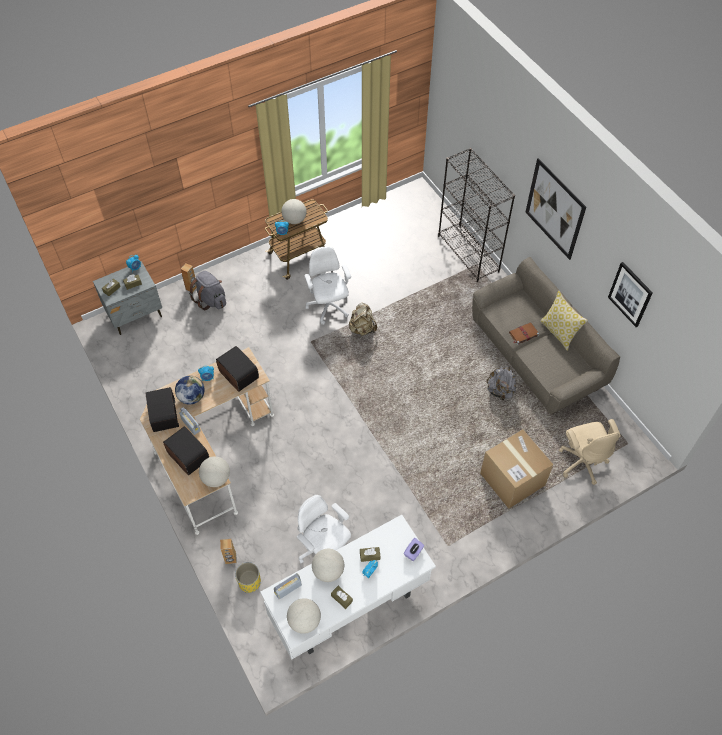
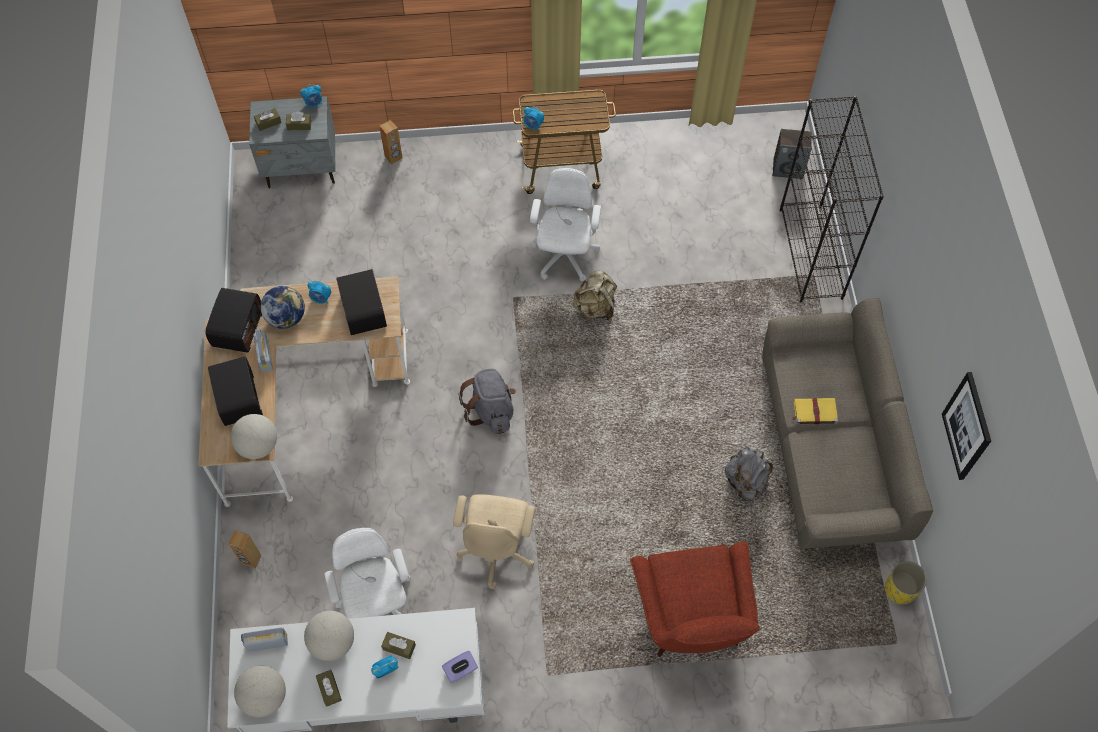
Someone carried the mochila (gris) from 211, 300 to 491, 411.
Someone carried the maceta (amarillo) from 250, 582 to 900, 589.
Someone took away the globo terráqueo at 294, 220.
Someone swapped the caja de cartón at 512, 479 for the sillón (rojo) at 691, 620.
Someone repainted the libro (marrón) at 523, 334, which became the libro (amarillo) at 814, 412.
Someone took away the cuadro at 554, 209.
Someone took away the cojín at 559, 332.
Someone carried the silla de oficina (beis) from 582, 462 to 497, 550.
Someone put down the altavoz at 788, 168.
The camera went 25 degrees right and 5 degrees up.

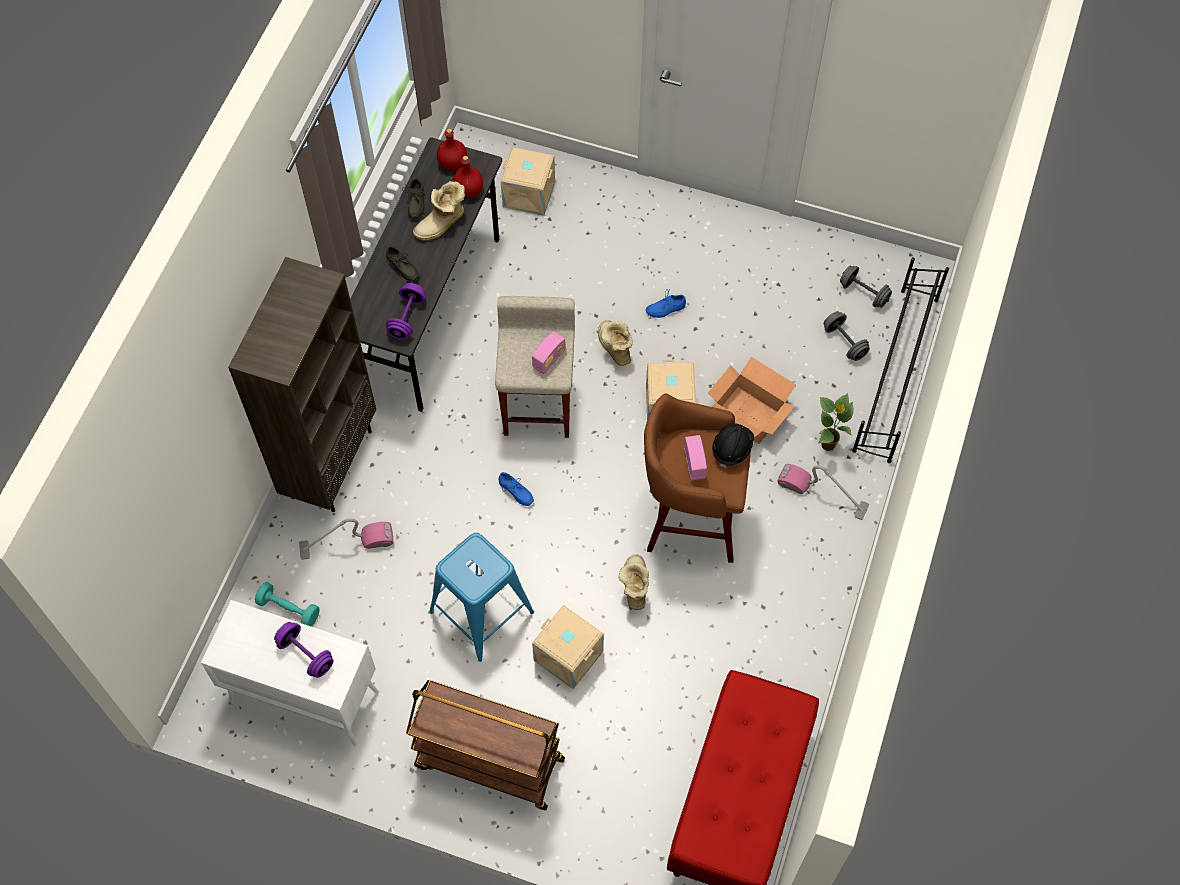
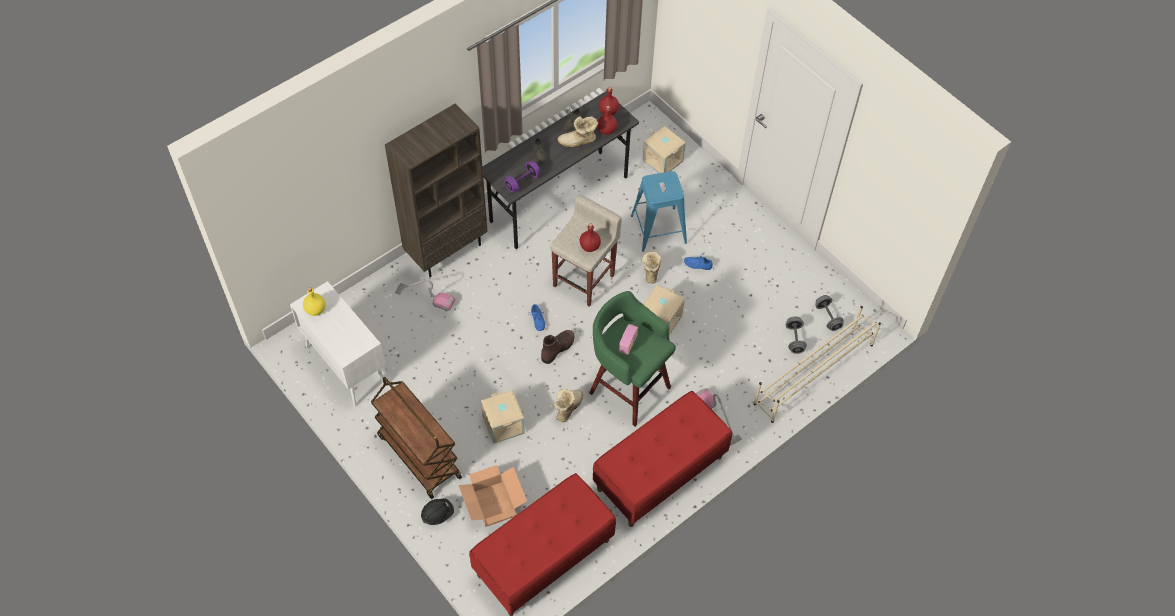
Someone took away the mancuerna (turquesa) at 289, 609.
Someone took away the mancuerna (morado) at 306, 655.
Someone carried the taburete (azul) from 482, 612 to 659, 229.
Someone swapped the radio at 549, 359 for the botella (rojo) at 590, 246.
Someone repainted the taburete (marrón) at 690, 518, which became the taburete (verde) at 628, 388.
Someone carried the caja de cartón from 748, 416 to 493, 505.
Someone carried the casco (negro) from 732, 449 to 437, 514.
Someone took away the planta en maceta at 828, 445.
Someone repainted the zapatero (negro) at 895, 374, which became the zapatero (beis) at 813, 374.
Someone put down the botella (amarillo) at 315, 309.
Someone put down the bota (marrón) at 557, 348.
Someone put down the banco (rojo) at 660, 473.
The camera went 30 degrees right and 5 degrees down.

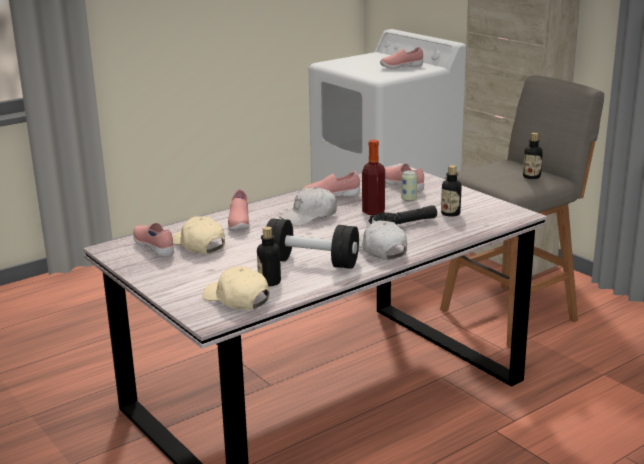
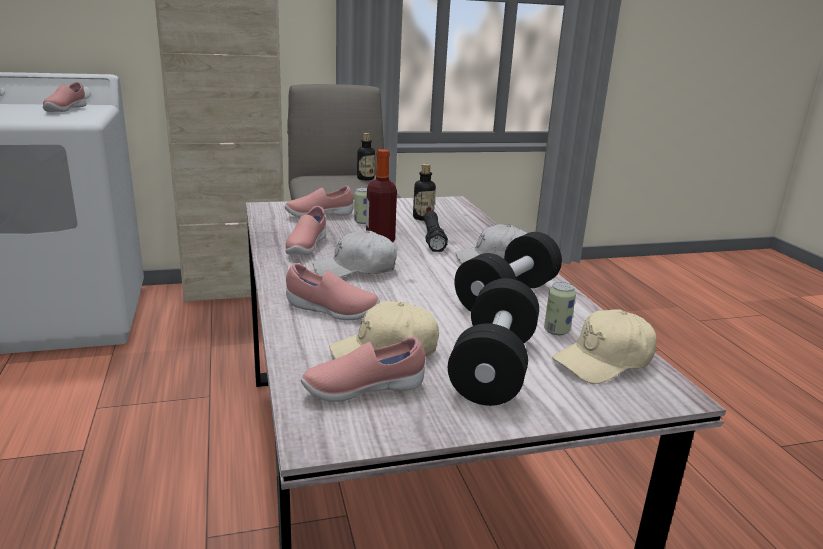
Someone swapped the botella at 269, 282 for the lata at 556, 331.
Someone rotated the gorra (blanco) at 309, 216 by 90 degrees clockwise.
Someone put down the mancuerna (negro) at 494, 367.
The camera went 70 degrees left and 0 degrees up.

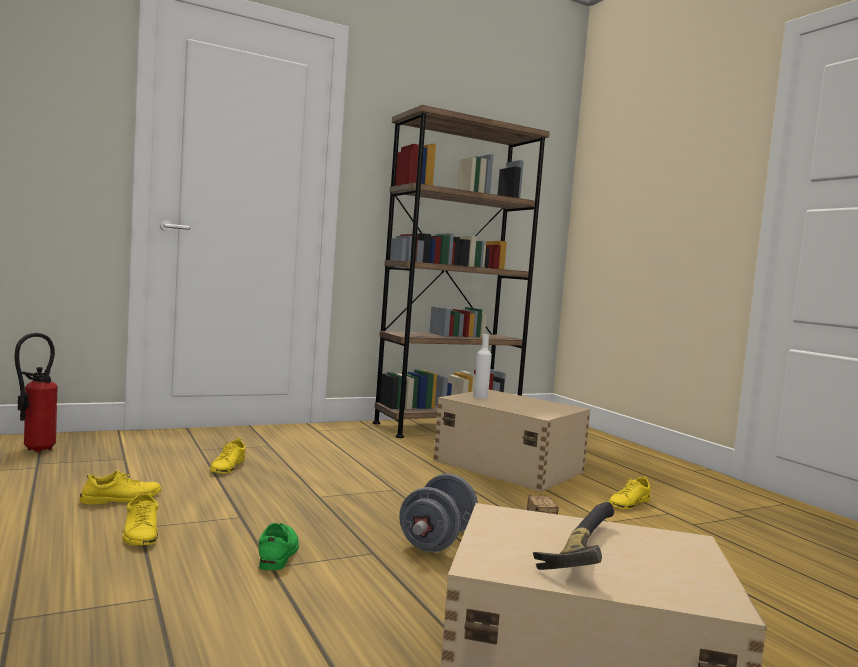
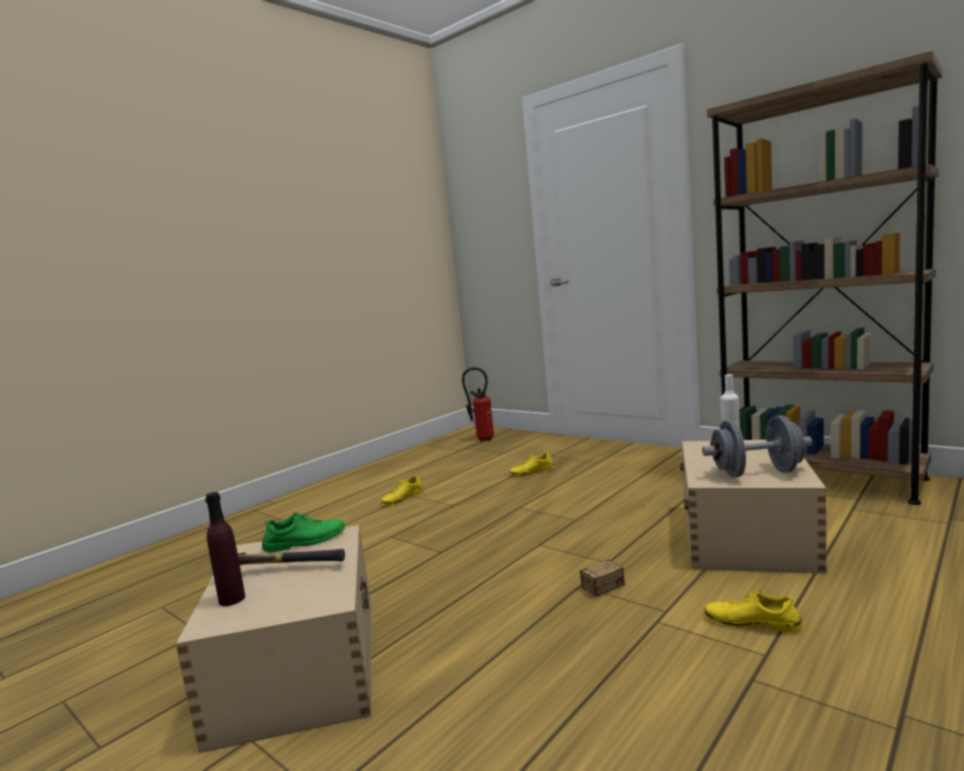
Someone took away the zapato (amarillo) at 121, 498.
Someone carried the zapato (verde) from 278, 553 to 305, 541.
Someone carried the mancuerna (gris) from 437, 540 to 757, 473.
Someone put down the botella (morado) at 232, 599.
The camera went 70 degrees right and 5 degrees up.

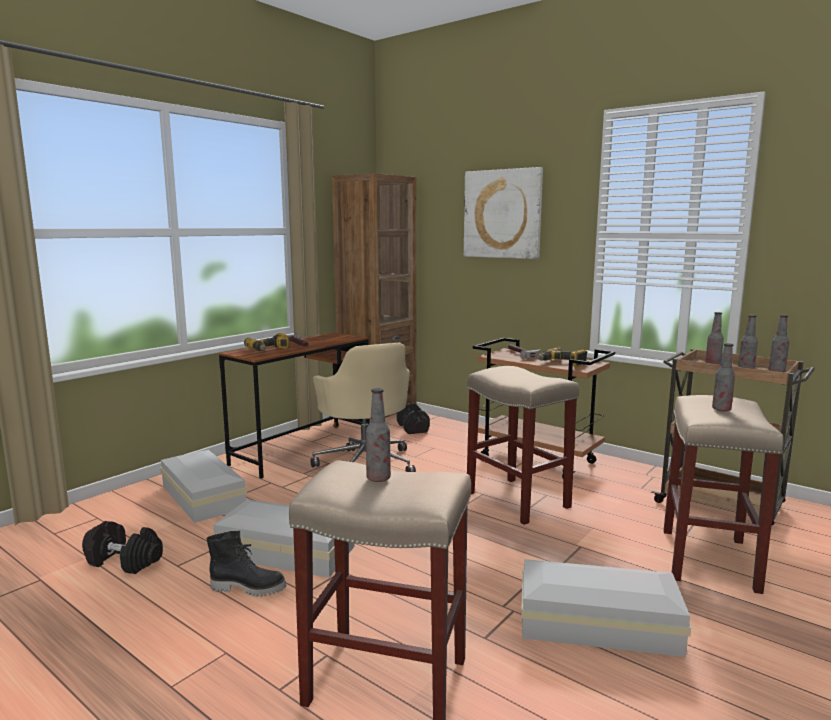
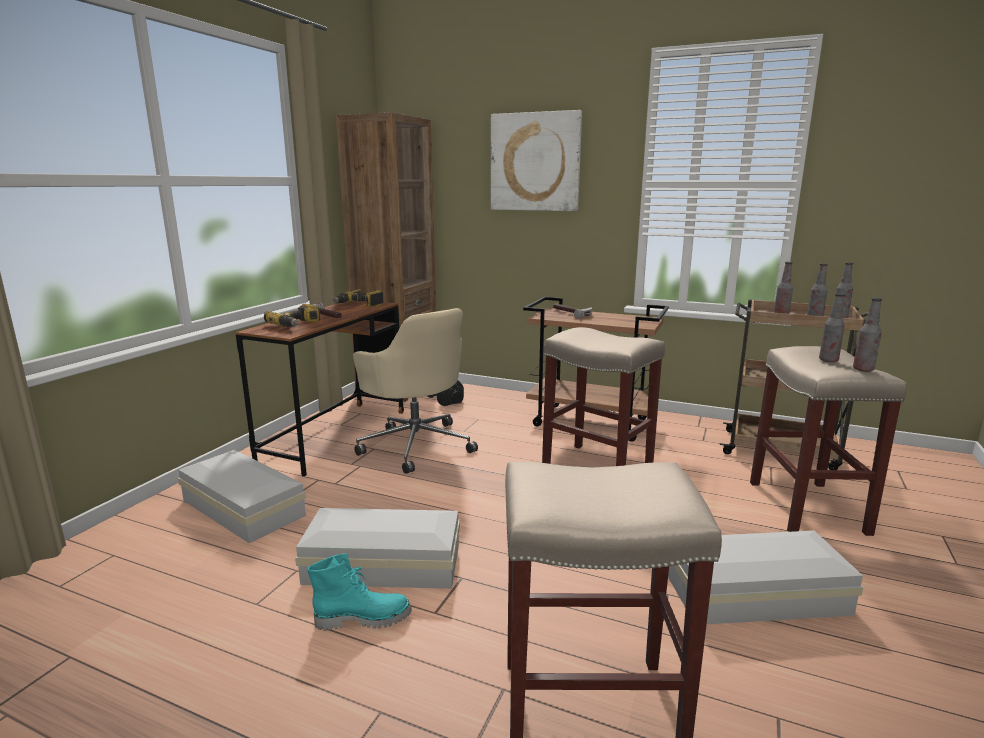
Someone took away the mancuerna (negro) at 124, 561.
Someone repainted the bota (negro) at 249, 588, which became the bota (turquesa) at 363, 618.
Someone carried the botella from 378, 478 to 863, 369.
Someone carried the taladro from 561, 363 to 359, 305.
The camera went 15 degrees left and 5 degrees up.

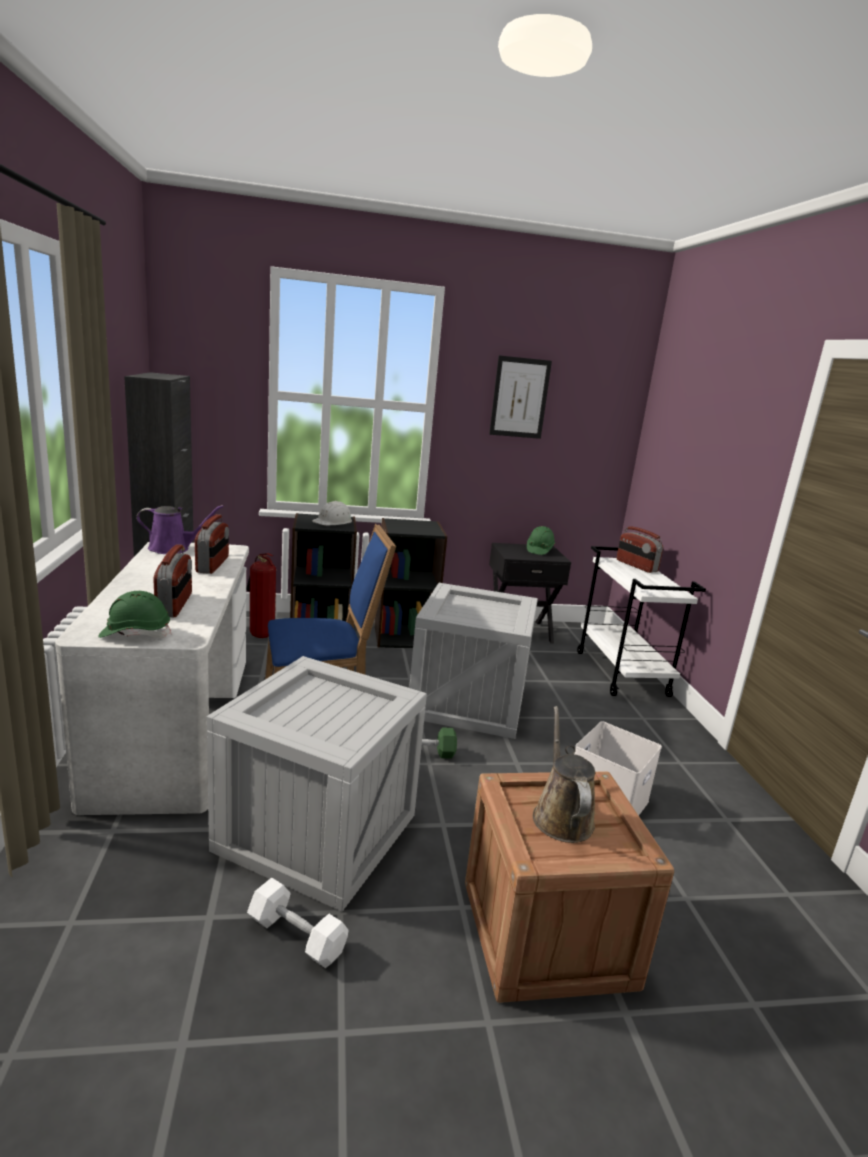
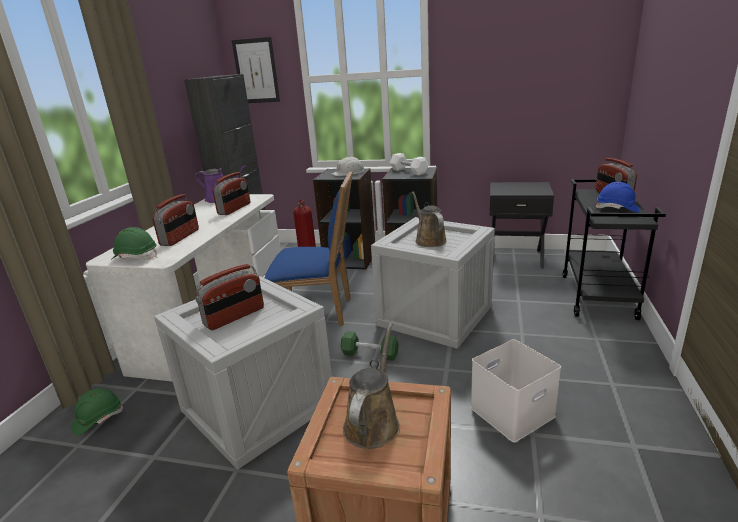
Someone carried the mancuerna (blanco) from 296, 936 to 409, 171.
Someone carried the cuadro from 519, 397 to 256, 71.
Someone carried the casco (verde) from 539, 550 to 98, 419.
Someone repainted the carrito (blanco) at 622, 674, which became the carrito (negro) at 598, 297.
Someone put down the radio at 235, 317.
Someone put down the regadera (marrón) at 429, 240.
Someone put down the casco (azul) at 617, 209.
The camera went 25 degrees right and 5 degrees up.

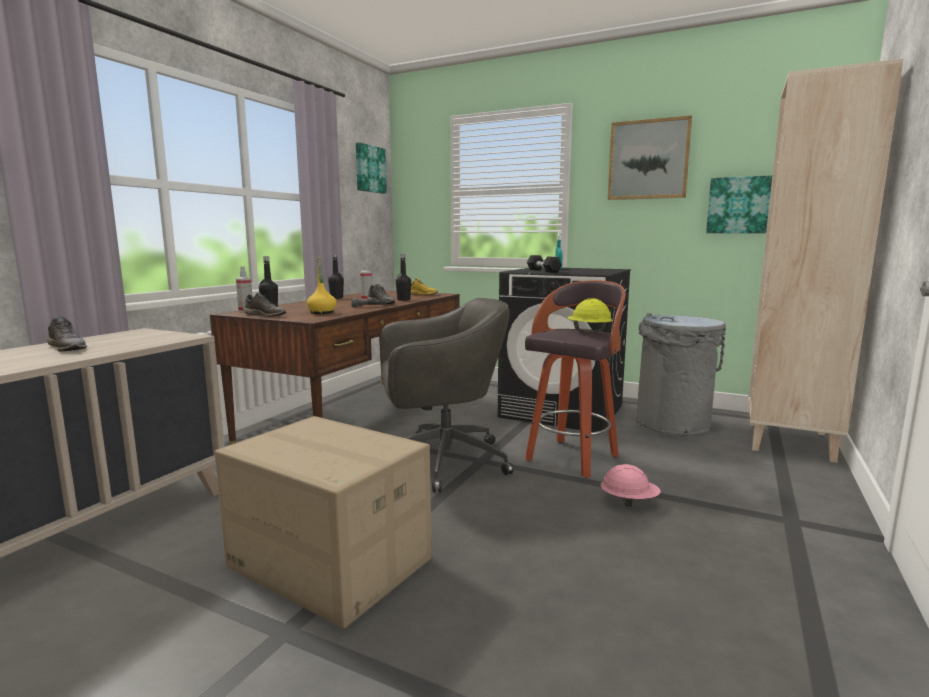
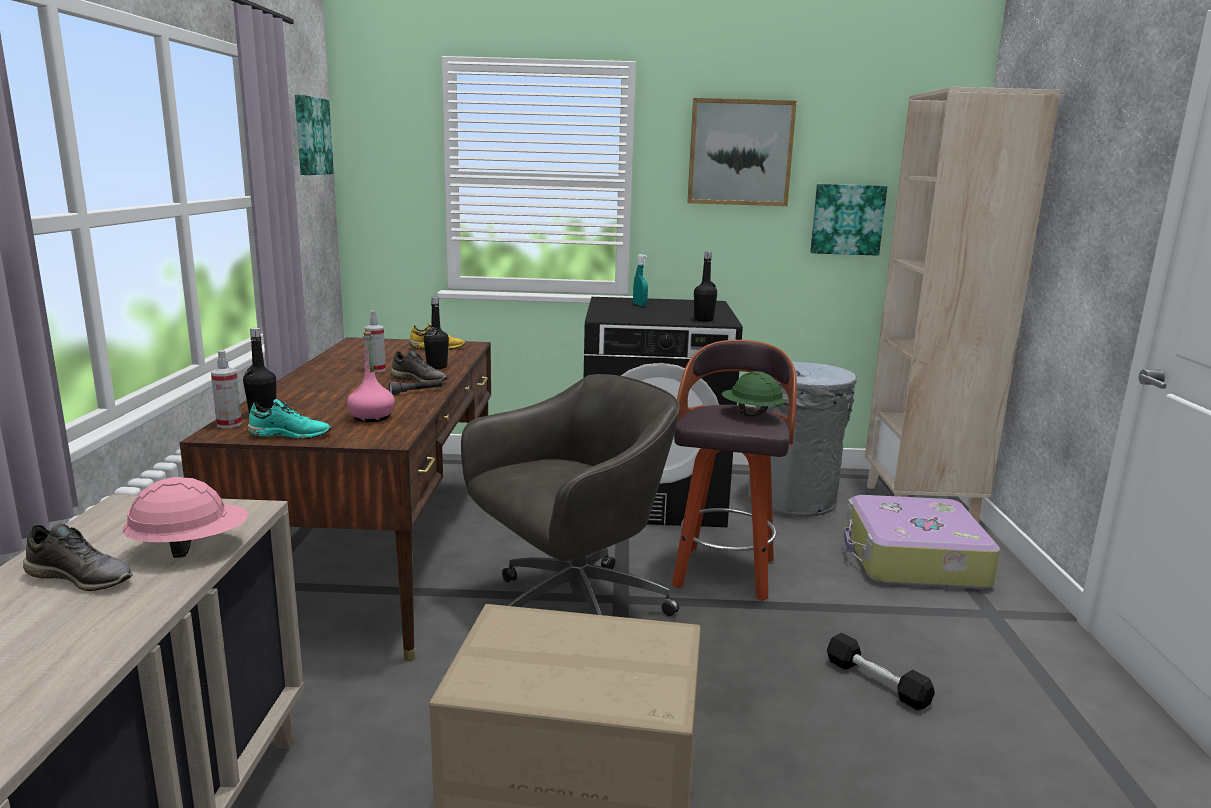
Someone repainted the zapato (gris) at 266, 315, which became the zapato (turquesa) at 290, 435.
Someone repainted the botella (amarillo) at 322, 312, which became the botella (rosa) at 372, 417.
Someone carried the botella (negro) from 336, 298 to 703, 320.
Someone carried the mancuerna (negro) from 543, 271 to 876, 682.
Someone repainted the casco (amarillo) at 588, 332, which became the casco (verde) at 751, 414.
Someone carried the casco (rosa) from 629, 501 to 190, 548.
Someone put down the maleta at 912, 560.
The camera went 25 degrees left and 5 degrees up.

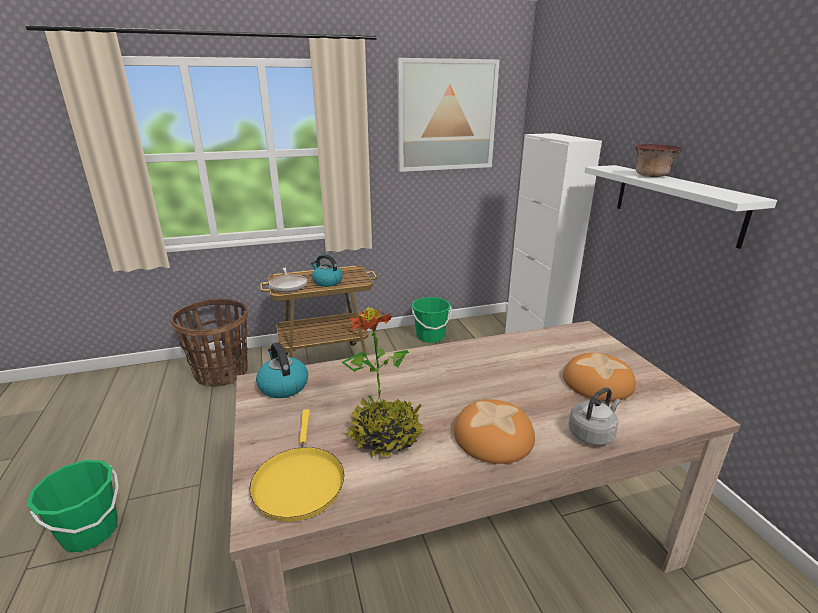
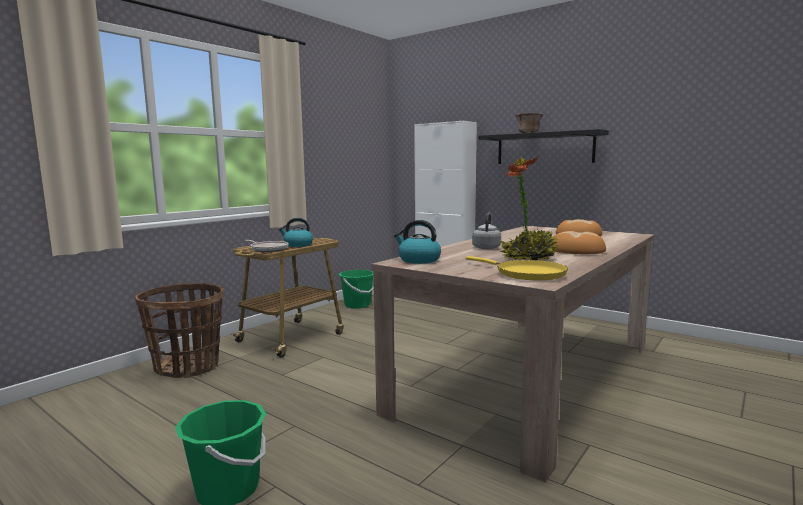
Someone took away the cuadro at 446, 116.
Someone carried the hervidor (gris) from 592, 434 to 486, 247.
Someone repainted the estante (blanco) at 676, 202, which became the estante (negro) at 544, 148.
The camera went 35 degrees left and 15 degrees down.

